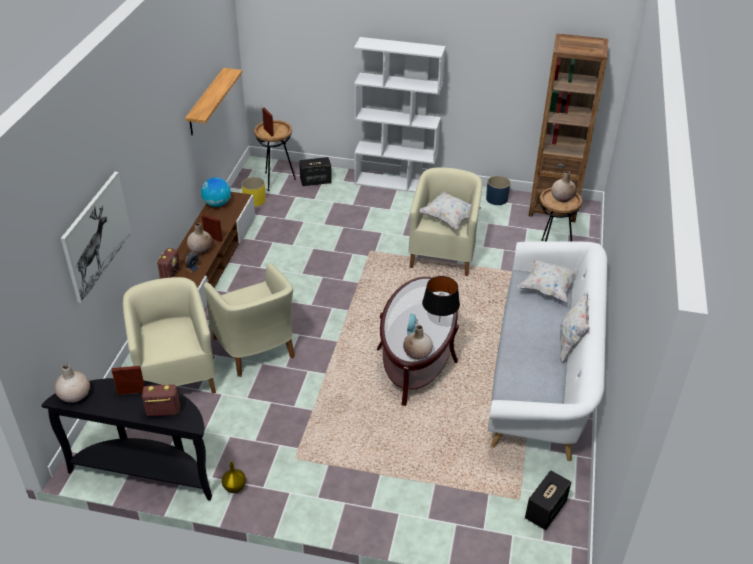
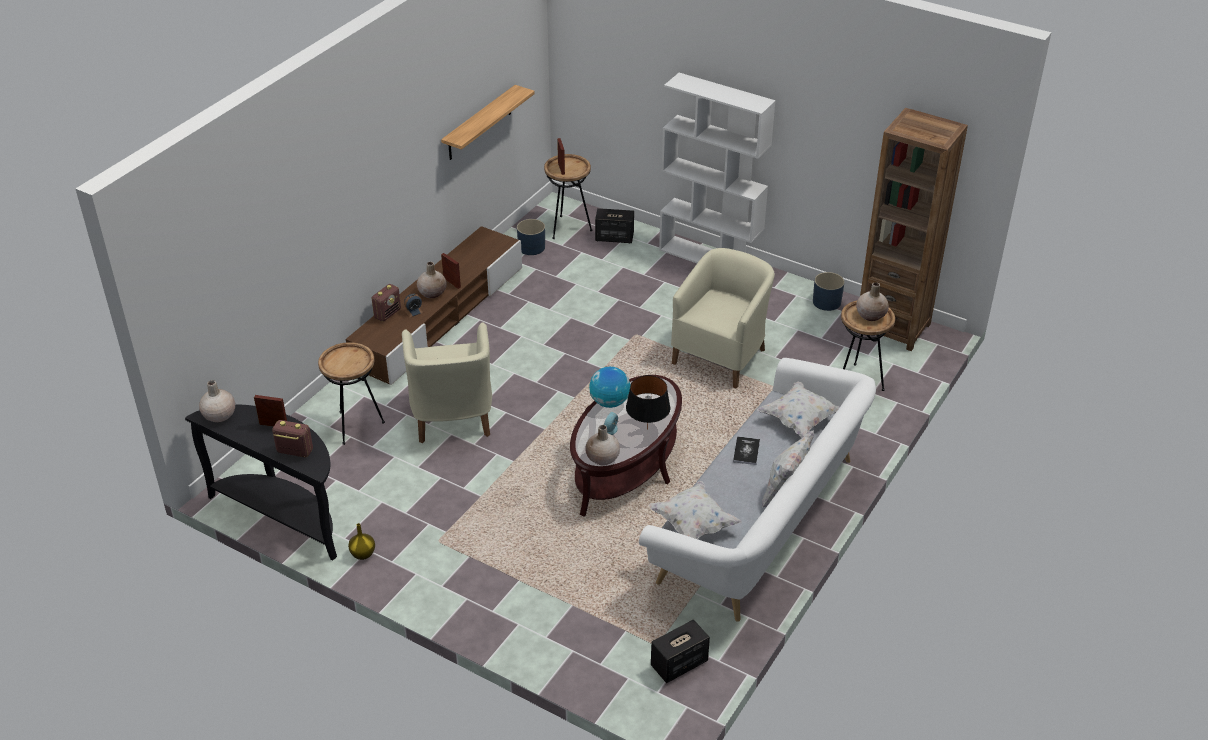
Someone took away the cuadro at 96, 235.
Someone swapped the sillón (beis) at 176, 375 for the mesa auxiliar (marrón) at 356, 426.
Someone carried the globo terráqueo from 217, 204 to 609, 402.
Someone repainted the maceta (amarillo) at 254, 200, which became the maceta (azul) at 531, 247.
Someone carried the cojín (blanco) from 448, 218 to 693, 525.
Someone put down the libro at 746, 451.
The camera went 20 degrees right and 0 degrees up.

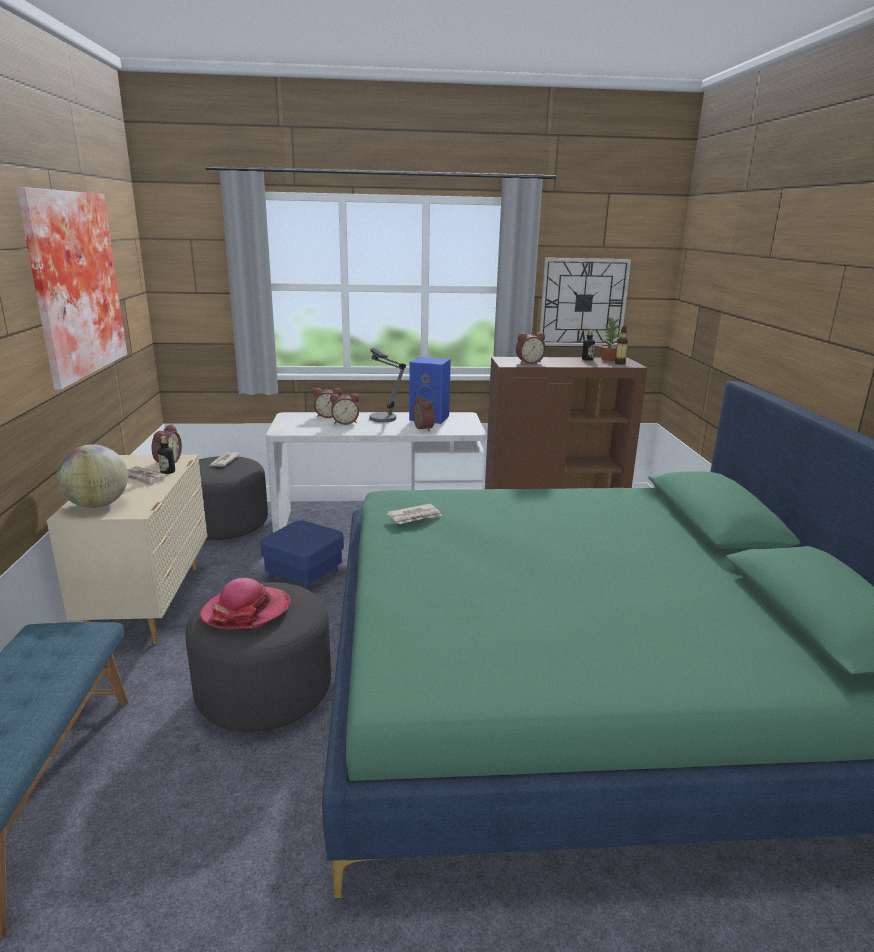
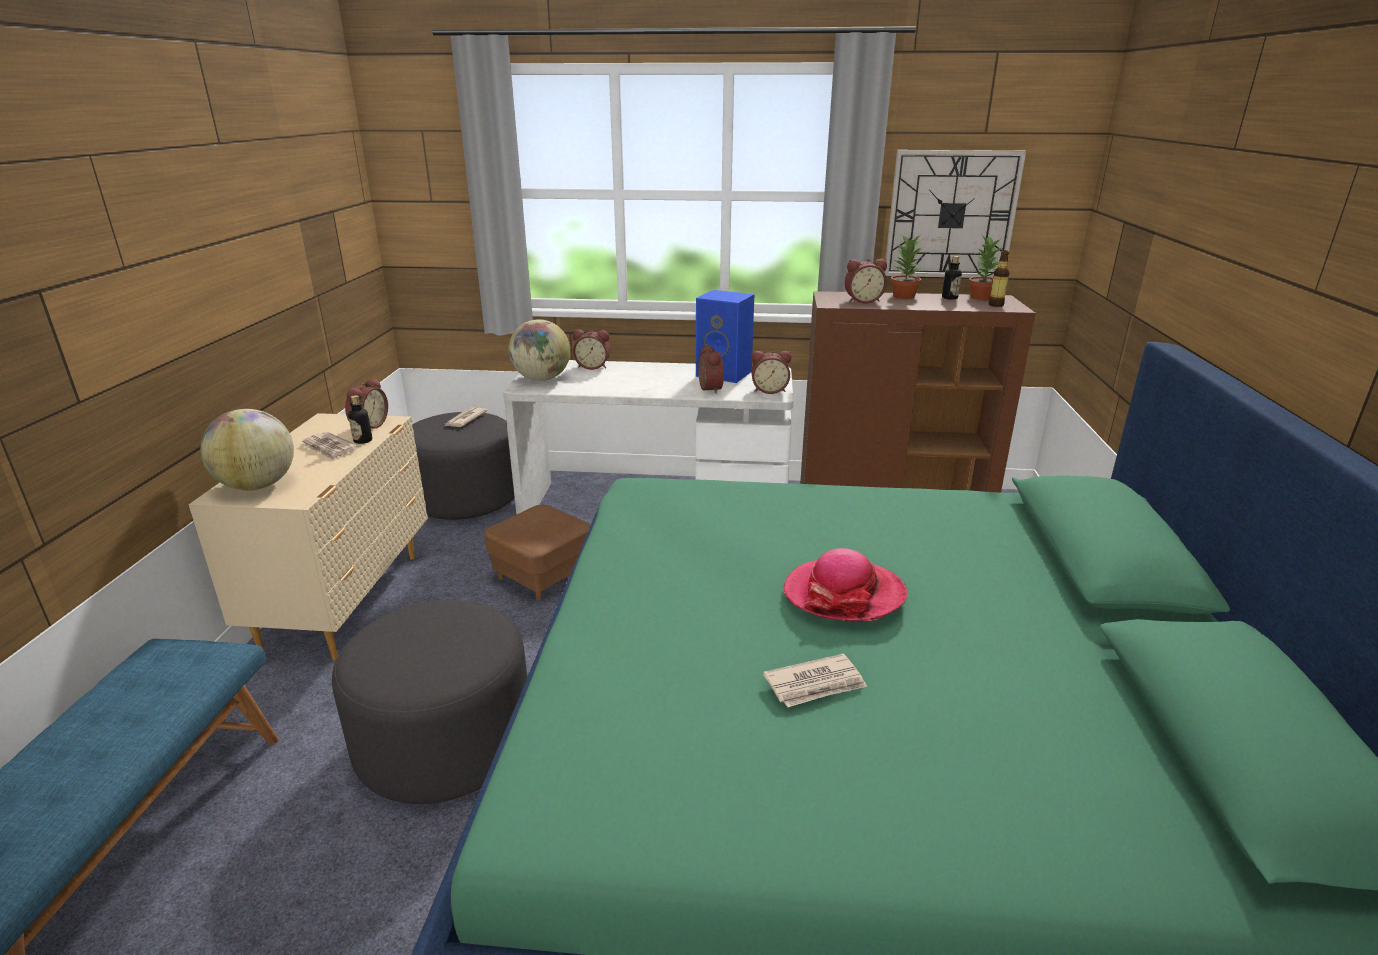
Someone took away the cuadro at 71, 284.
Someone carried the sombrero from 246, 611 to 844, 594.
Someone repainted the puf (azul) at 304, 574, which became the puf (marrón) at 542, 575.
Someone carried the despertador from 345, 422 to 769, 390.
Someone took away the lámpara de mesa at 383, 421.
Someone carried the periódico from 415, 516 to 815, 684.
Someone put down the globo terráqueo at 541, 379.
Someone put down the planta en maceta at 904, 296.
The camera went 10 degrees right and 5 degrees up.

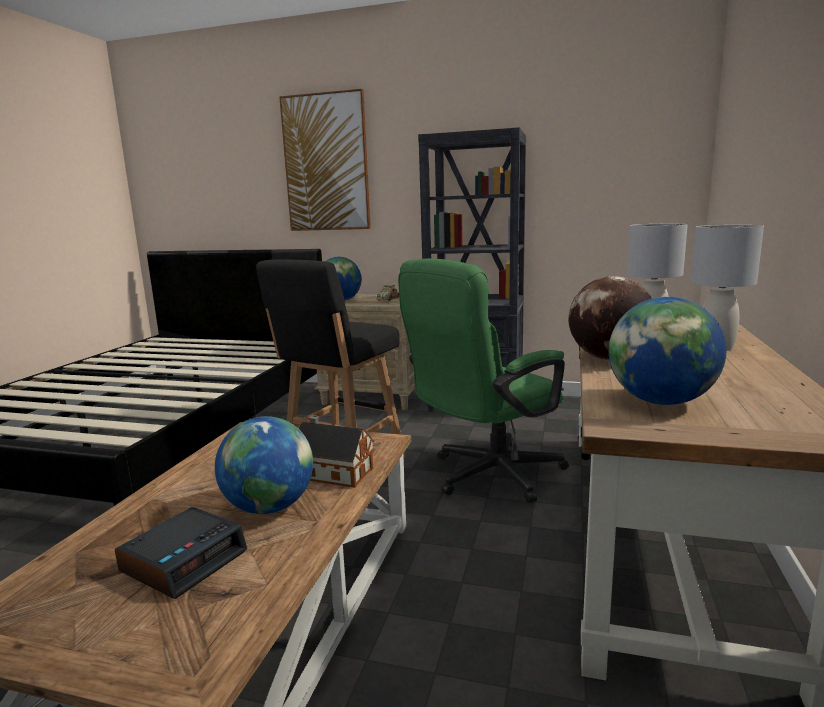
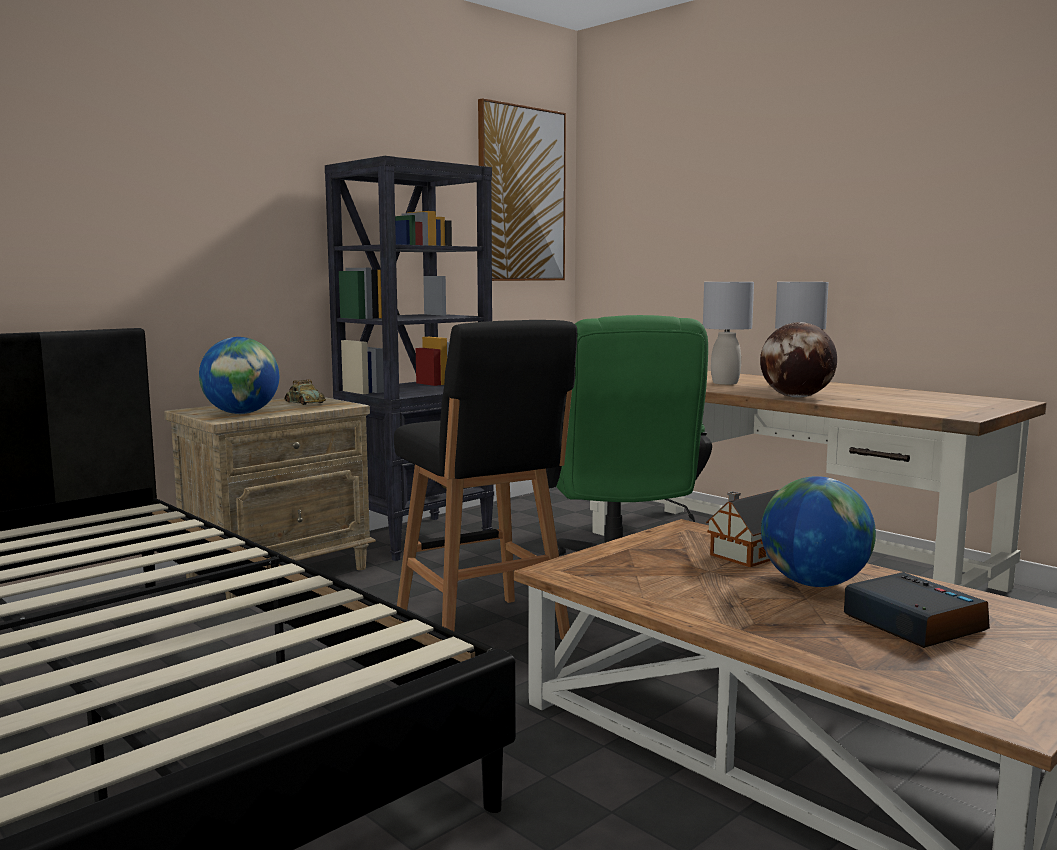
Someone carried the cuadro from 326, 163 to 521, 195.
Someone took away the globo terráqueo at 661, 402.
The camera went 60 degrees left and 5 degrees down.

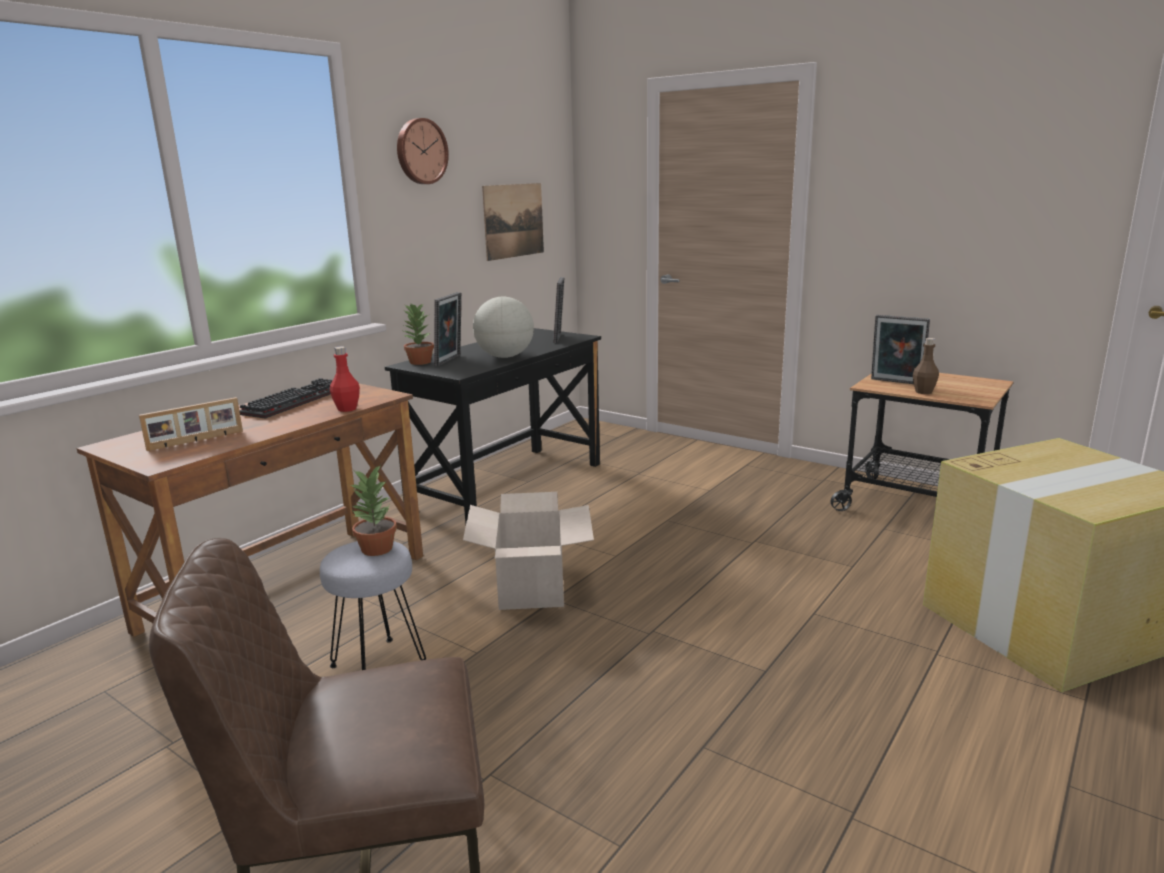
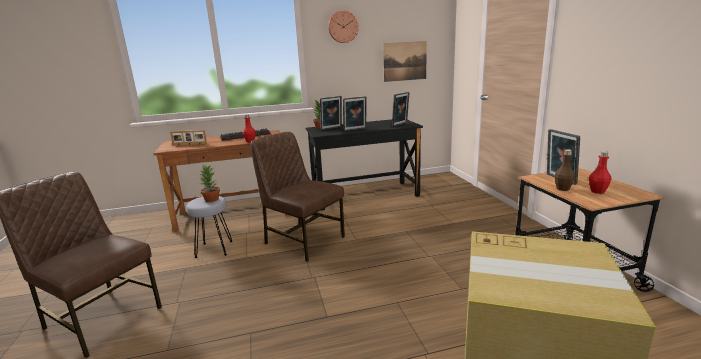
Someone swapped the caja de cartón at 530, 587 for the silla (marrón) at 303, 240.
Someone swapped the globo terráqueo at 505, 356 for the portarretratos at 355, 129.
Someone put down the botella (rojo) at 597, 191.
The camera went 40 degrees right and 0 degrees up.

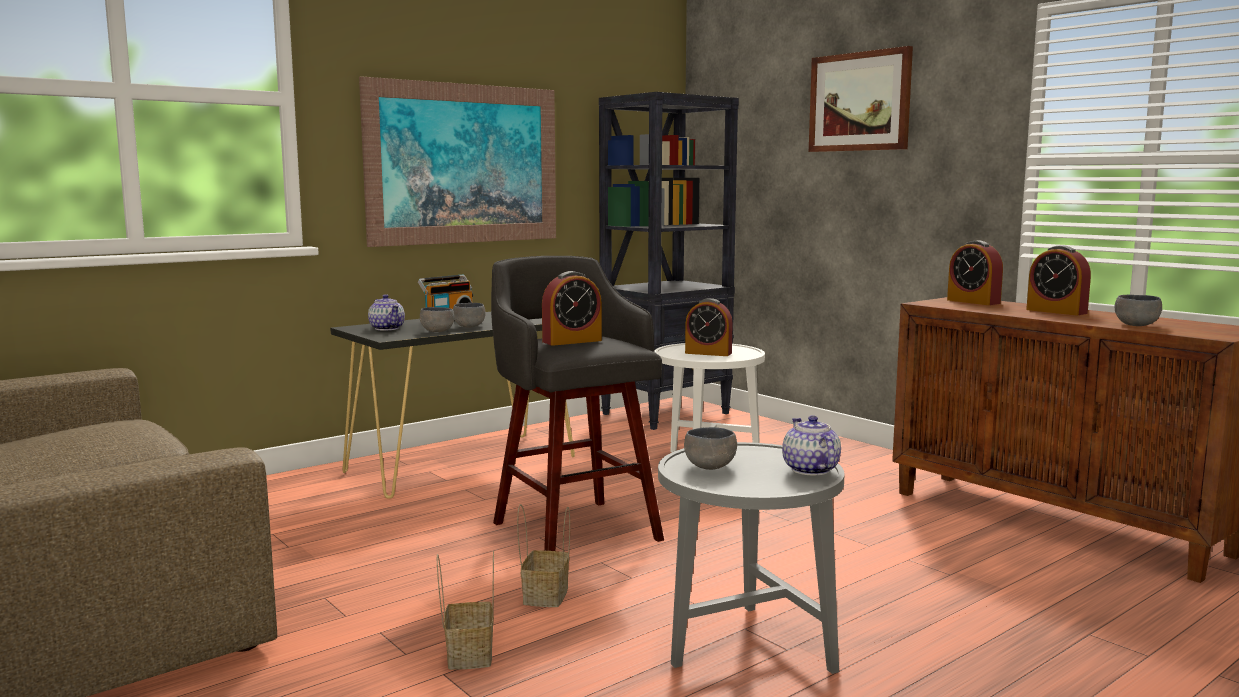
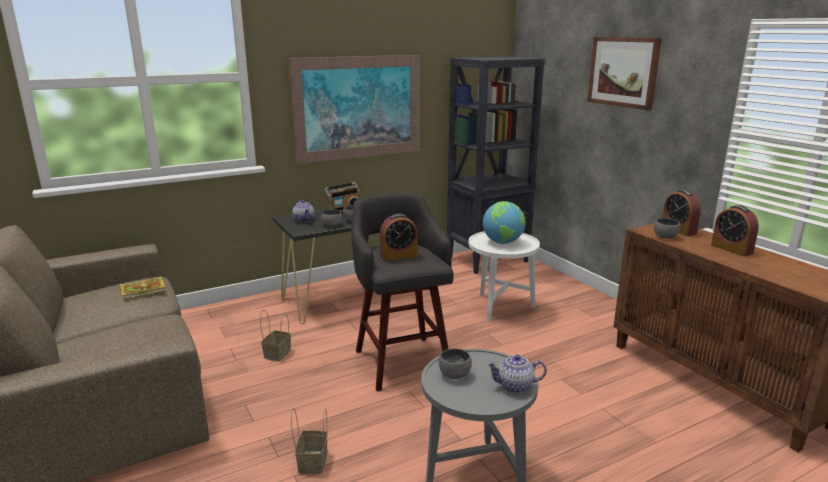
Someone carried the cesta from 545, 595 to 277, 353.
Someone swapped the despertador at 708, 353 for the globo terráqueo at 503, 242.
Someone rotated the tetera at 810, 470 by 90 degrees counterclockwise.
Someone carried the cuenco (gris) from 1137, 325 to 665, 237.
Someone put down the libro at 144, 290.
The camera went 10 degrees right and 10 degrees up.

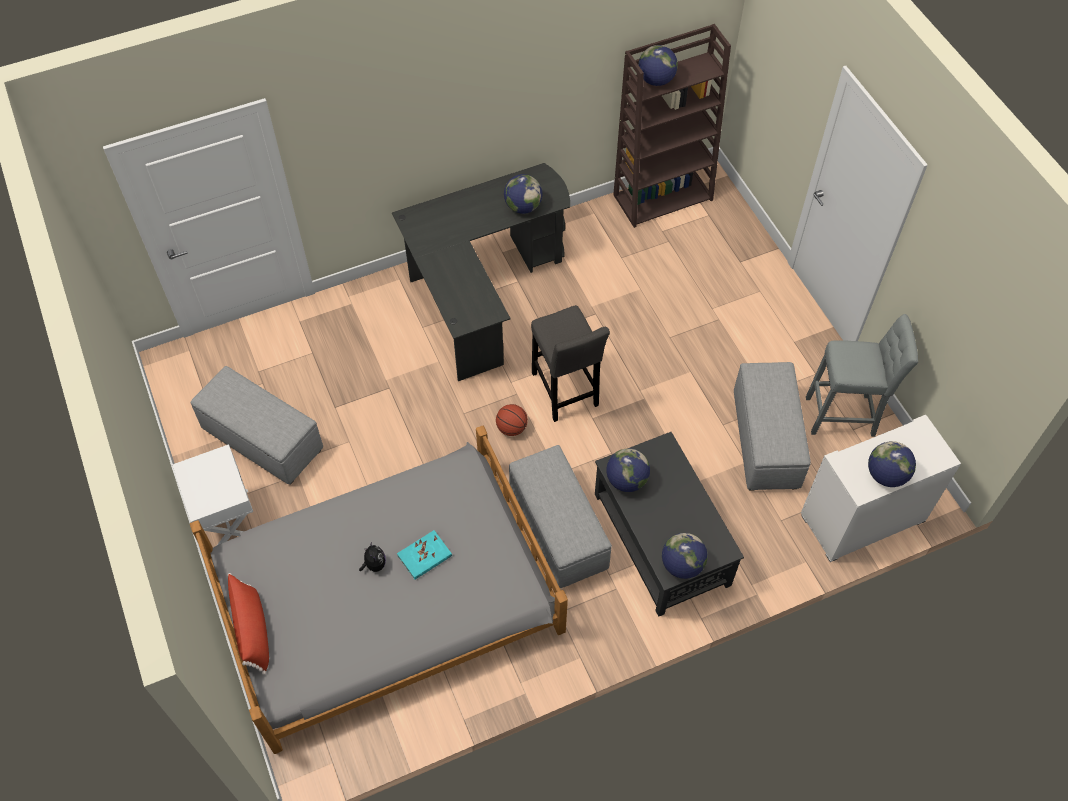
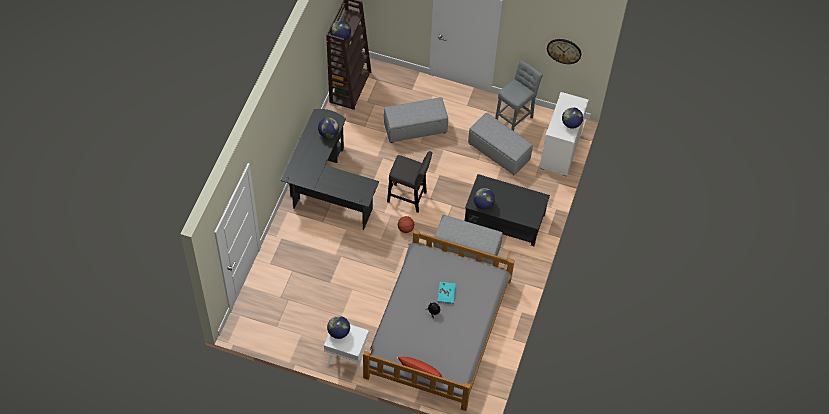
Someone carried the puf (gris) from 262, 439 to 415, 128.
Someone carried the globo terráqueo from 682, 565 to 338, 332.
Someone put up the reloj de pared at 564, 50.
The camera went 50 degrees left and 0 degrees up.

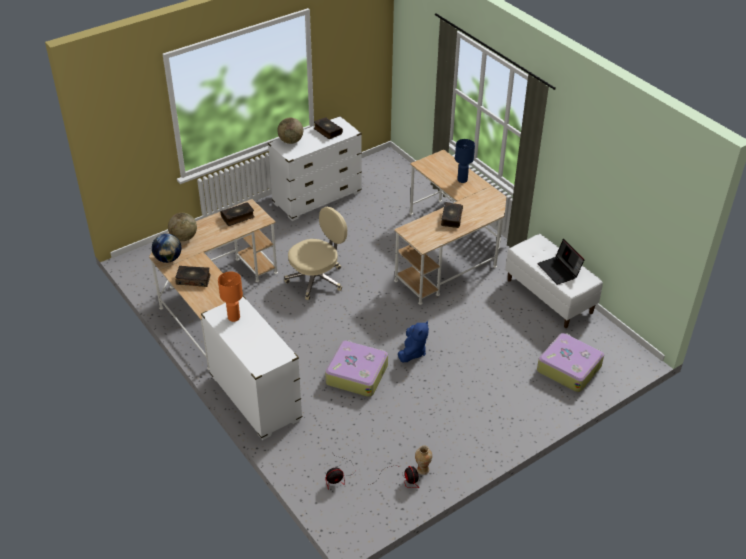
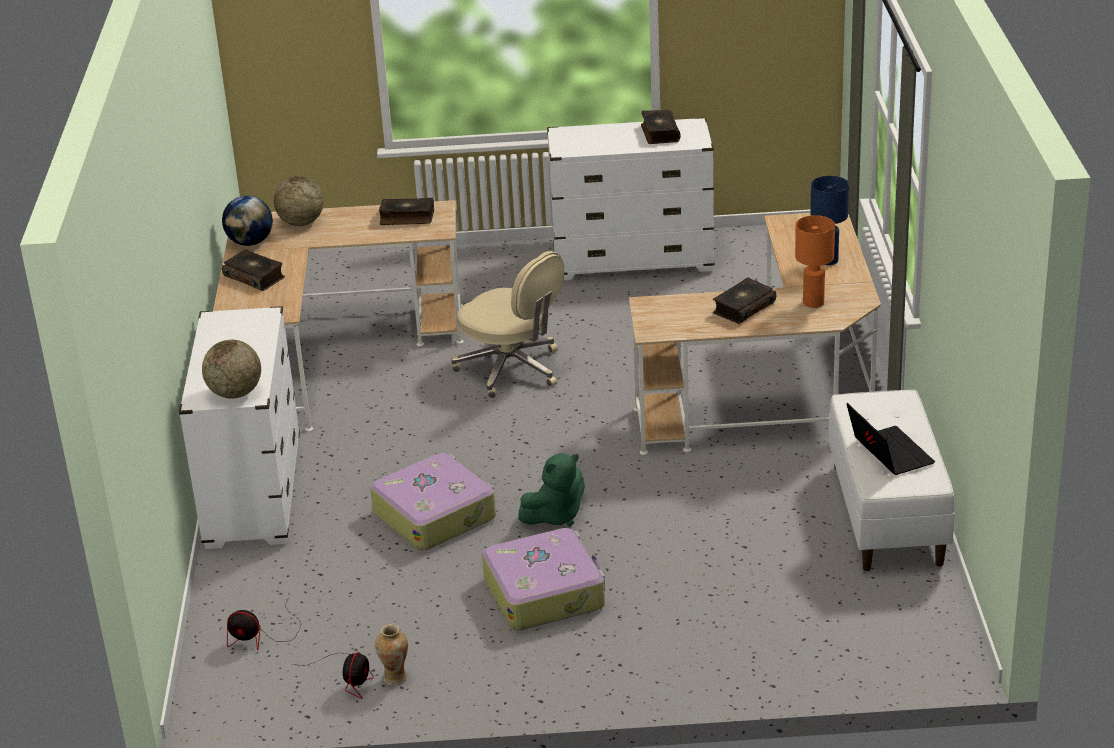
Someone carried the lámpara de mesa (naranja) from 234, 318 to 813, 303.
Someone carried the globo terráqueo from 291, 141 to 235, 393.
Someone rotated the silla de oficina (beis) at 317, 279 by 45 degrees clockwise.
Someone repainted the peluche (azul) at 412, 352, which became the peluche (verde) at 555, 515.
Someone rotated the portátil at 559, 270 by 150 degrees clockwise.
Someone carried the maleta from 569, 368 to 545, 592.
The camera went 35 degrees right and 10 degrees down.

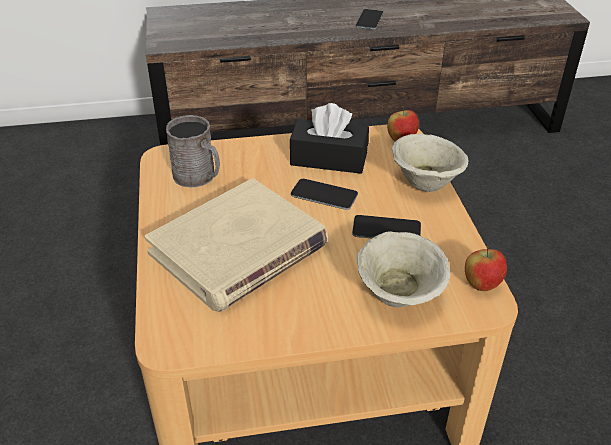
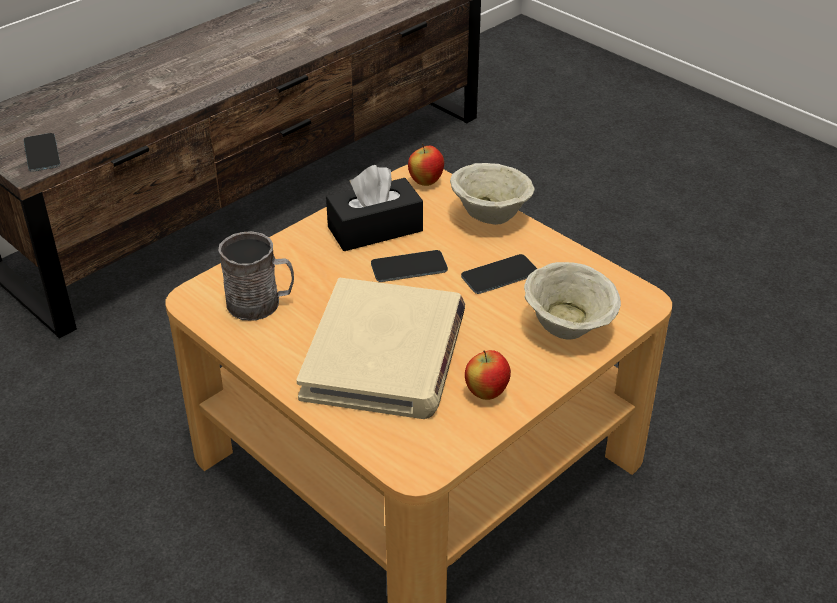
Someone carried the móvil from 369, 20 to 42, 153.
Someone carried the manzana from 481, 285 to 486, 393.
The camera went 35 degrees left and 0 degrees up.

